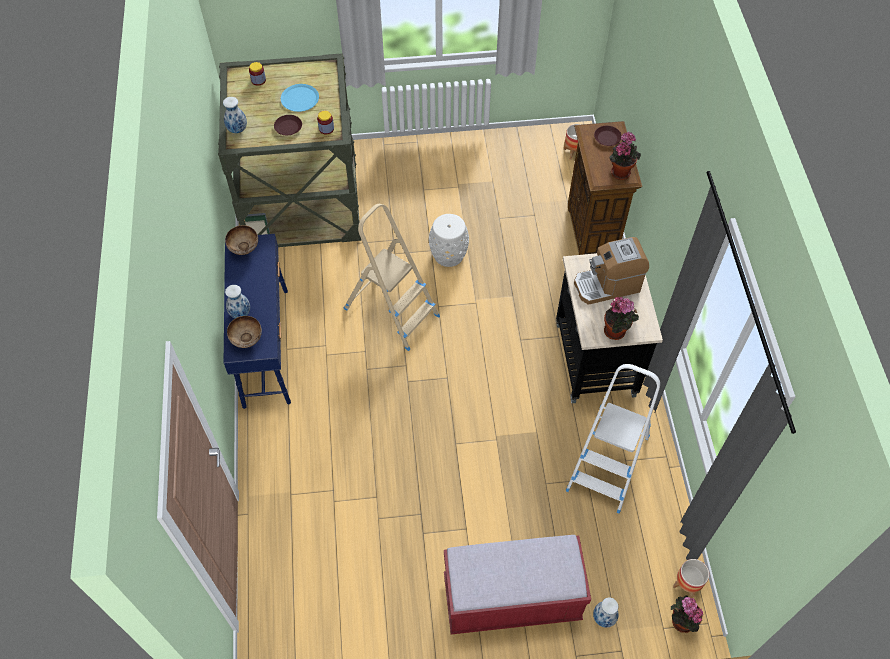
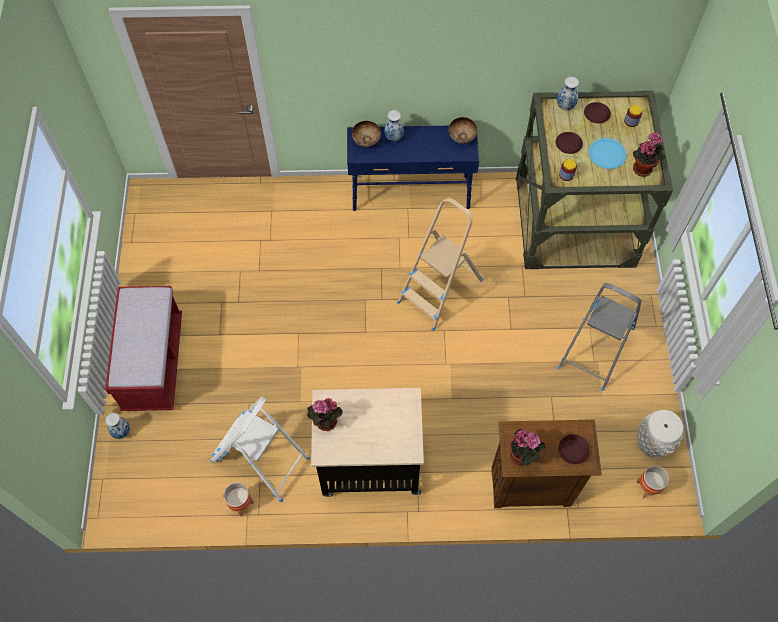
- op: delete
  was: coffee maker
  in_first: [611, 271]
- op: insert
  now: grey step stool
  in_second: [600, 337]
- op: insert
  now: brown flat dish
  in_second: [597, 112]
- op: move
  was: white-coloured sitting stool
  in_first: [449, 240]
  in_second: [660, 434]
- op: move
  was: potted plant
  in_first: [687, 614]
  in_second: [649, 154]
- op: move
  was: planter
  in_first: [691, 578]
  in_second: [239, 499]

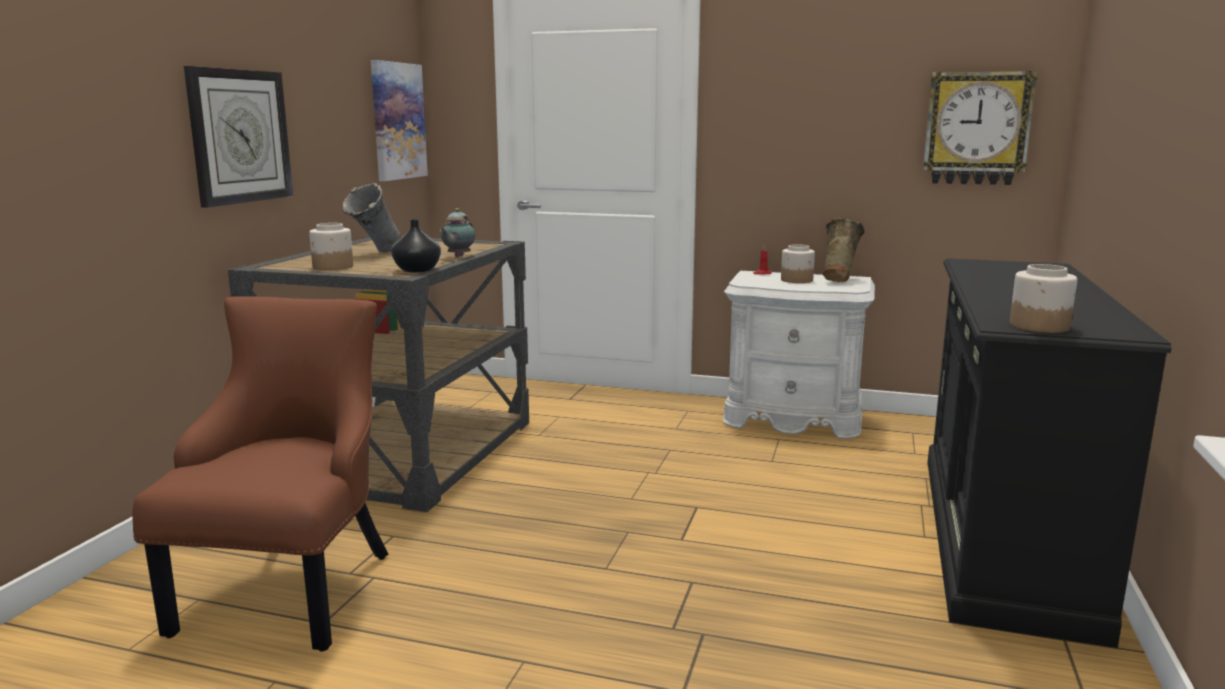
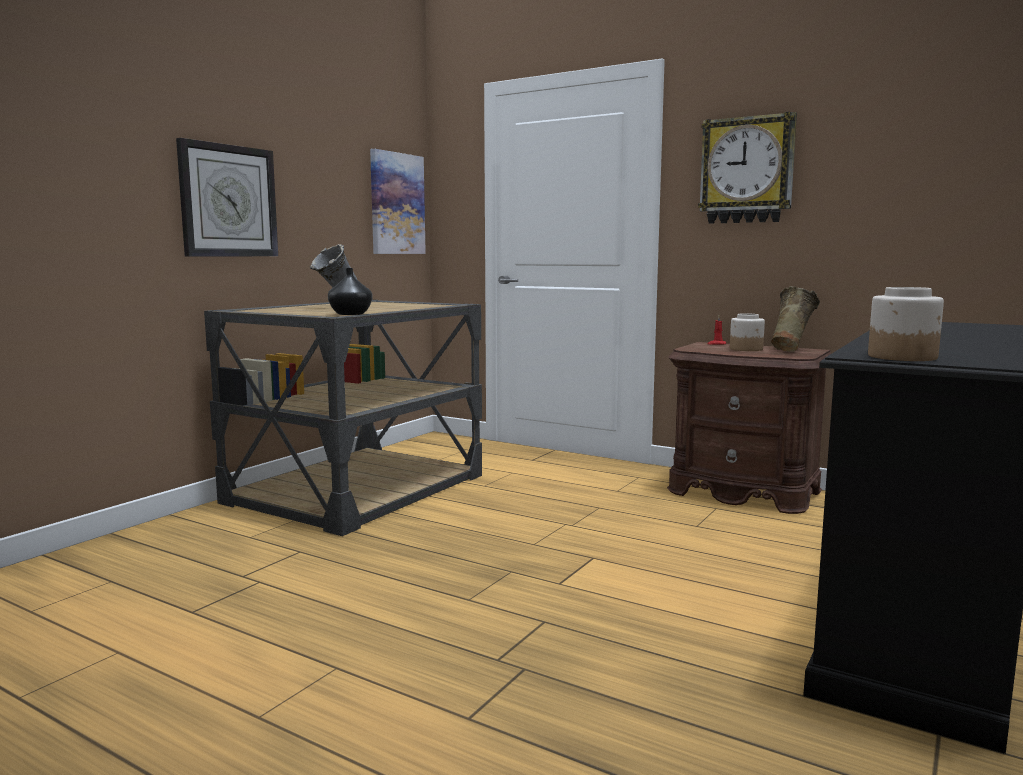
- op: delete
  was: brown chair
  in_first: [260, 474]
- op: delete
  was: preserve jar
  in_first: [331, 246]
- op: delete
  was: pot for tea
  in_first: [457, 232]
- op: move
  was: wall clock
  in_first: [980, 128]
  in_second: [747, 168]
- op: recolor
  was: white-coloured nightstand
  now: brown nightstand
  in_first: [798, 355]
  in_second: [749, 428]

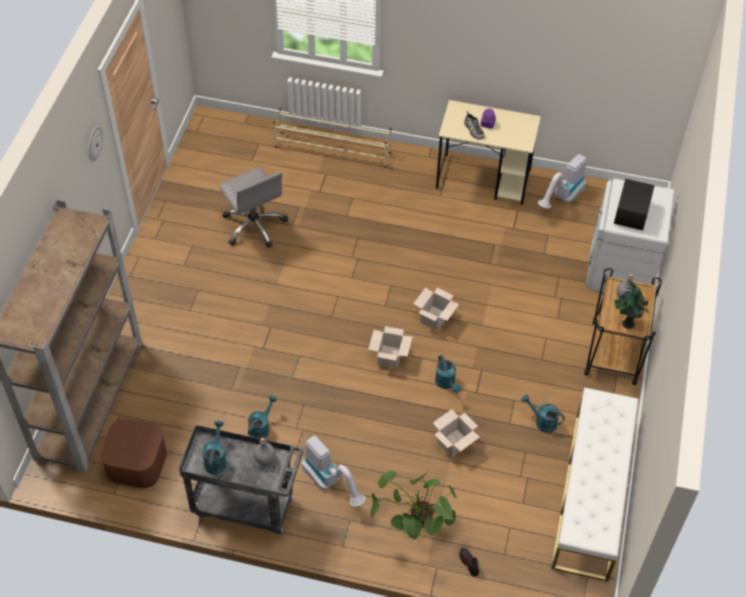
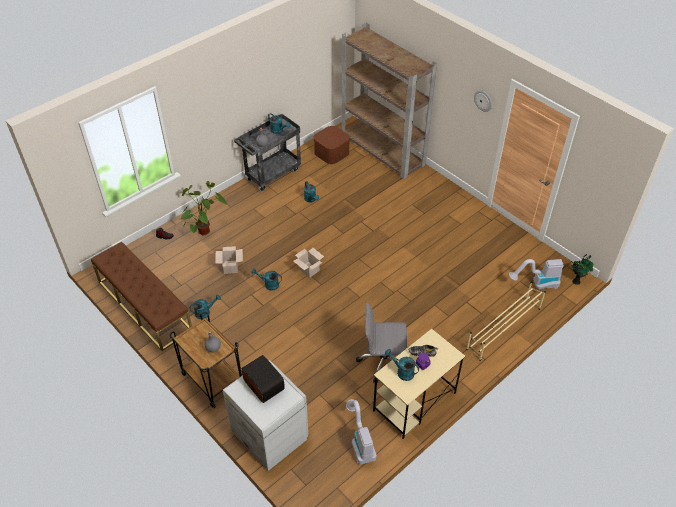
- op: delete
  was: packing box
  in_first: [436, 309]
- op: insert
  now: turquoise watering pot
  in_second: [402, 365]
- op: move
  was: grey office chair
  in_first: [253, 208]
  in_second: [381, 343]
- op: move
  was: vacuum cleaner
  in_first: [333, 471]
  in_second: [536, 274]
- op: move
  was: potted plant
  in_first: [632, 305]
  in_second: [582, 269]
- op: recolor
  was: white-coloured indoor bench
  now: brown indoor bench
  in_first: [594, 485]
  in_second: [141, 296]

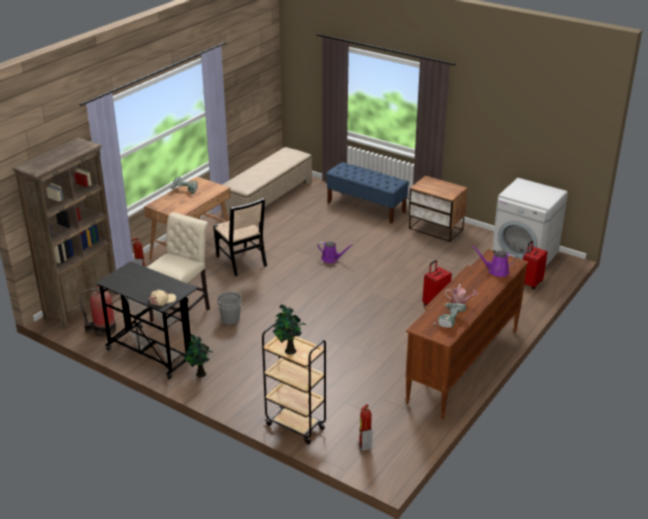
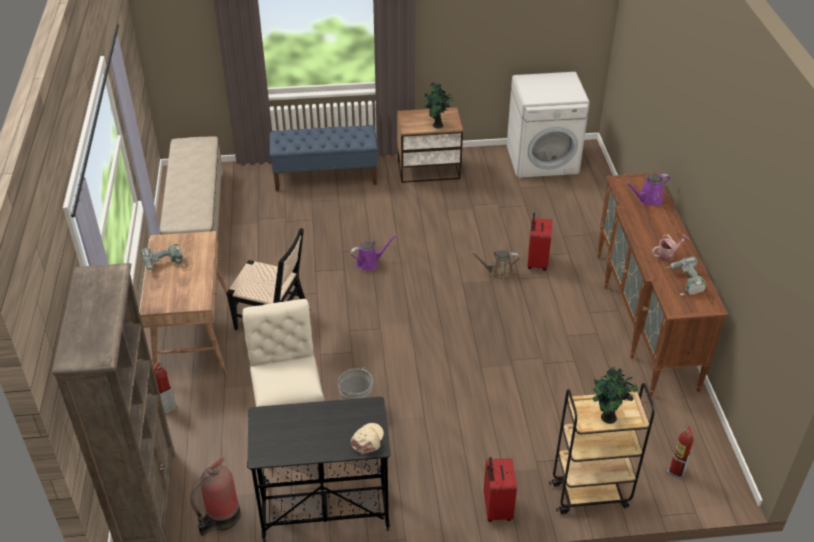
- op: insert
  now: brown watering pot
  in_second: [495, 265]
- op: move
  was: potted plant
  in_first: [198, 356]
  in_second: [438, 105]
- op: move
  was: reddish travel case
  in_first: [535, 264]
  in_second: [500, 489]

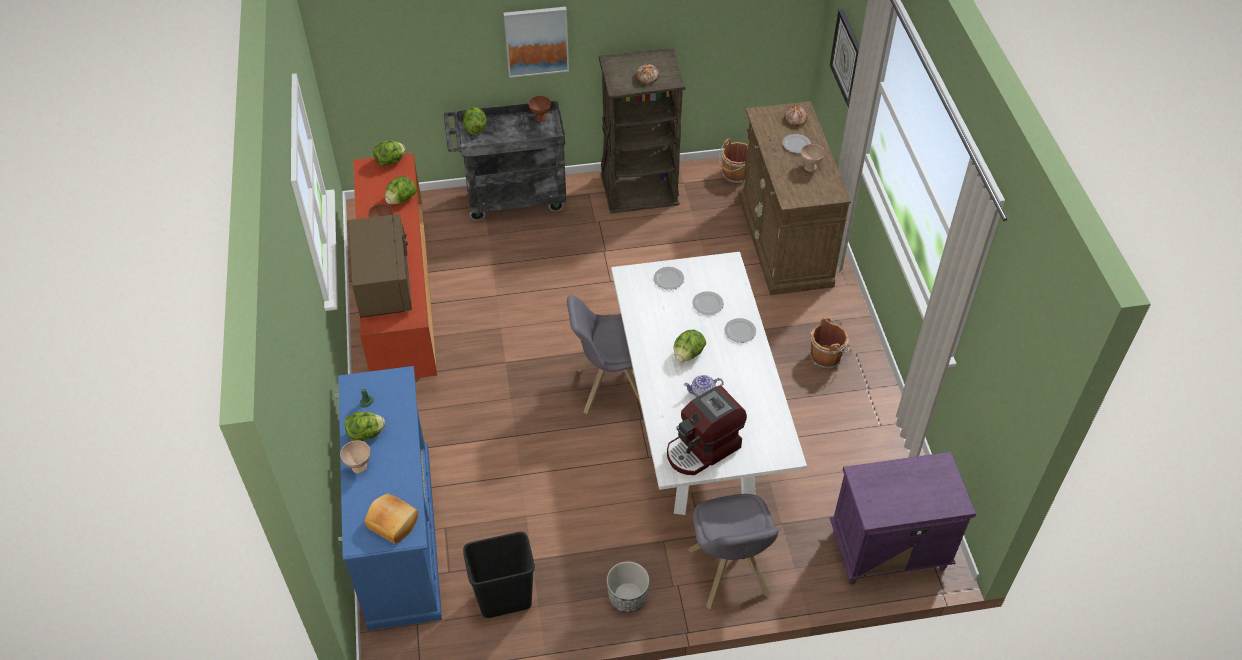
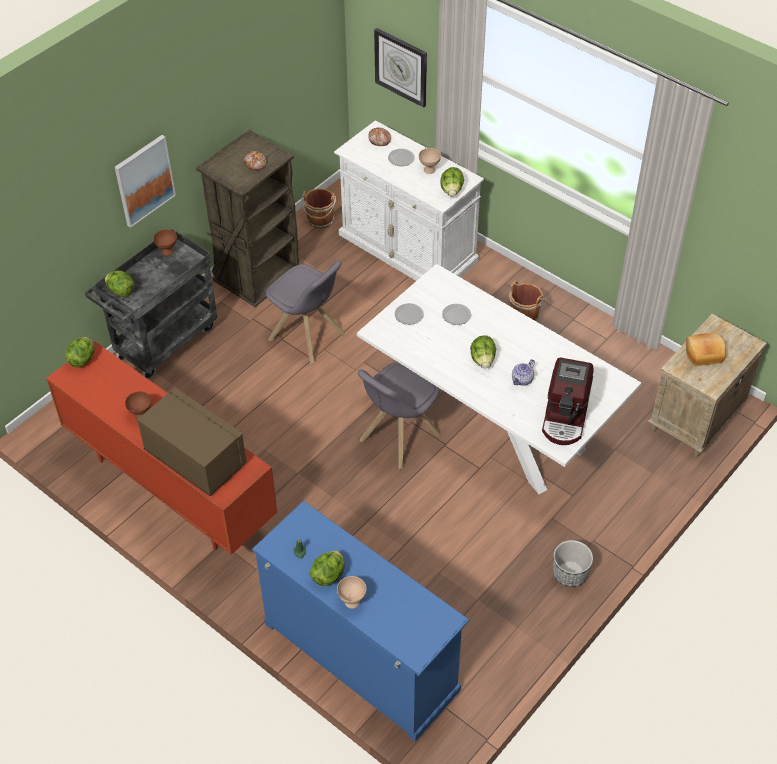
- op: delete
  was: black-coloured trash can
  in_first: [499, 575]
- op: delete
  was: flat dish
  in_first: [740, 330]
- op: move
  was: bread
  in_first: [391, 519]
  in_second: [706, 349]
- op: move
  was: head of lettuce
  in_first: [400, 190]
  in_second: [452, 181]
- op: move
  was: grey chair
  in_first: [733, 551]
  in_second: [305, 312]
- op: recolor
  was: brown chest of drawers
  now: white-coloured chest of drawers
  in_first: [794, 198]
  in_second: [409, 200]
- op: recolor
  was: purplish nightstand
  now: sand-coloured nightstand
  in_first: [902, 518]
  in_second: [707, 386]

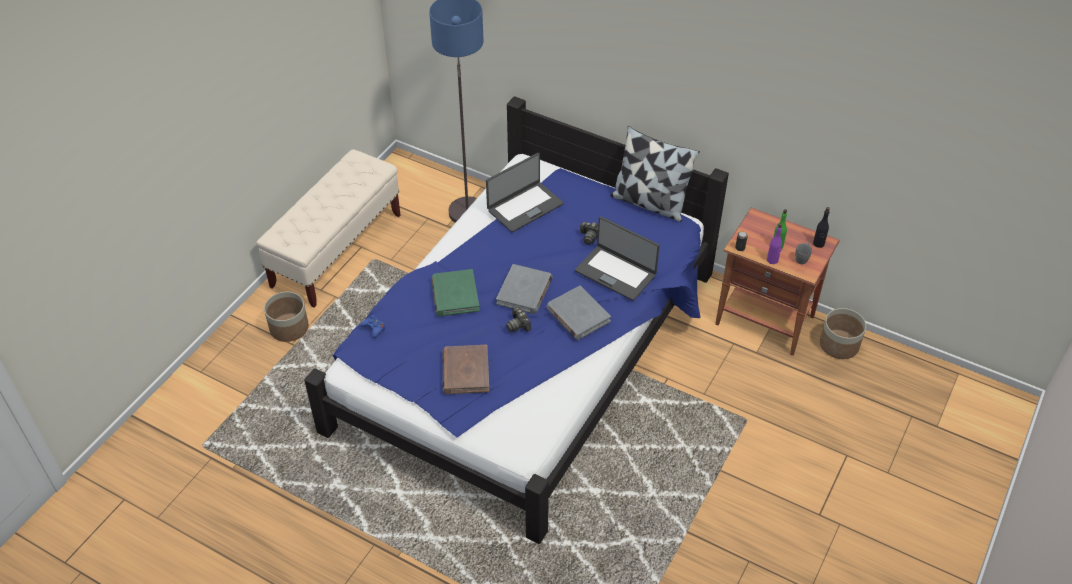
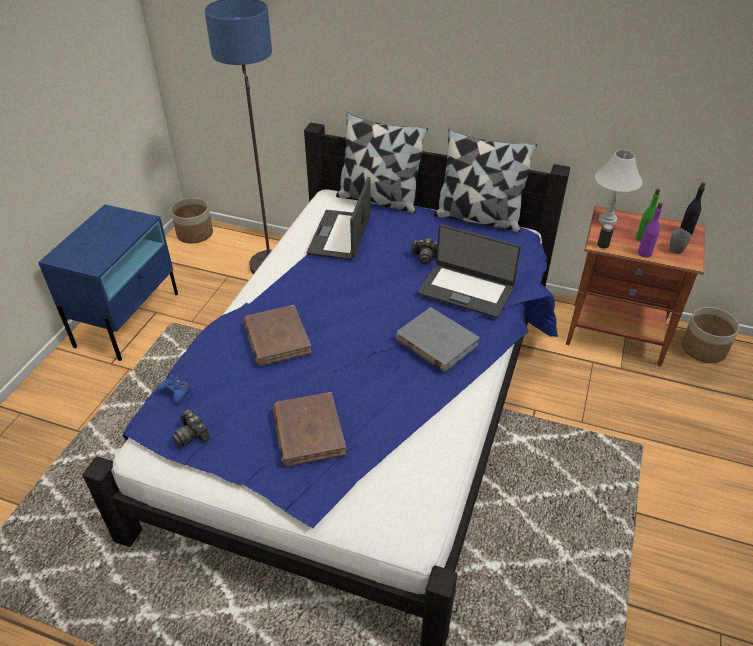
- op: delete
  was: grey book
  in_first: [524, 289]
- op: insert
  now: cushion
  in_second: [382, 162]
- op: insert
  now: white-coloured table lamp
  in_second: [619, 187]
- op: move
  was: planter
  in_first: [286, 317]
  in_second: [192, 220]
- op: move
  was: still camera
  in_first: [518, 319]
  in_second: [191, 428]
- op: replace
  was: sand-coloured indoor bench
  now: blue-coloured nightstand
  in_first: [328, 228]
  in_second: [108, 282]
- op: recolor
  was: green-coloured book
  now: brown book
  in_first: [455, 292]
  in_second: [277, 335]
- op: rotate
  was: laptop
  in_first: [525, 192]
  in_second: [339, 218]
  clockwise: 150

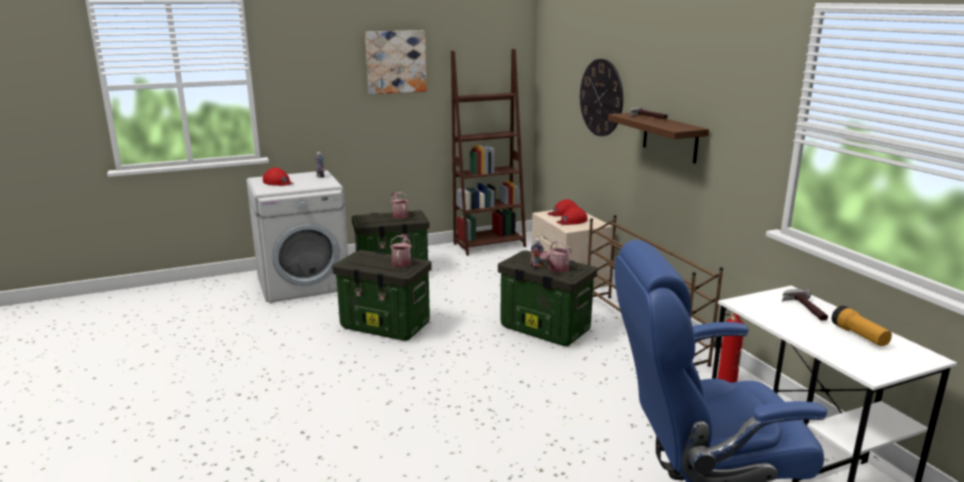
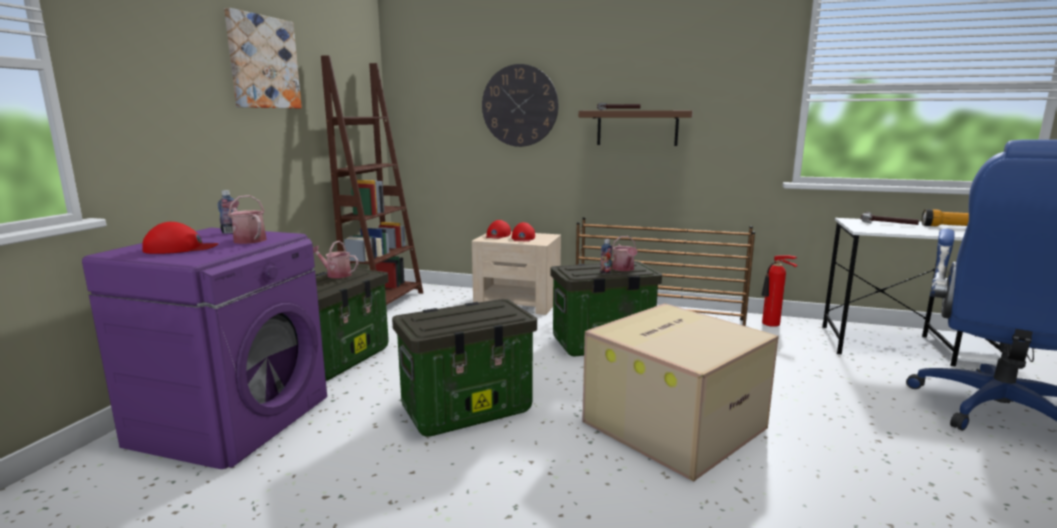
- op: insert
  now: packing box
  in_second: [680, 392]
- op: move
  was: watering pot
  in_first: [401, 250]
  in_second: [246, 219]
- op: recolor
  was: white-coloured laundry appliance
  now: purplish laundry appliance
  in_first: [297, 236]
  in_second: [204, 348]

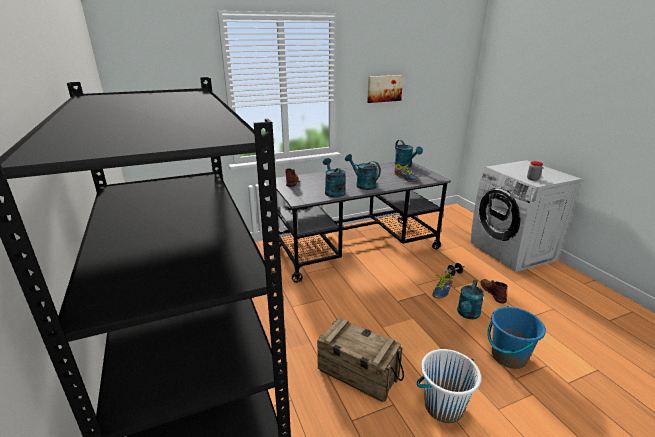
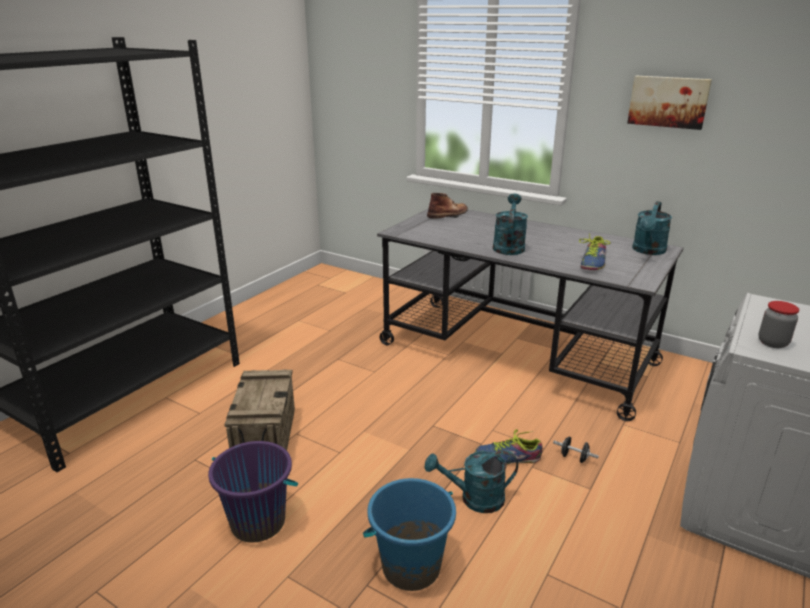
- op: delete
  was: turquoise watering pot
  in_first: [334, 178]
- op: delete
  was: brown tall boot
  in_first: [493, 291]
- op: recolor
  was: white-coloured water bucket
  now: purplish water bucket
  in_first: [449, 386]
  in_second: [253, 492]

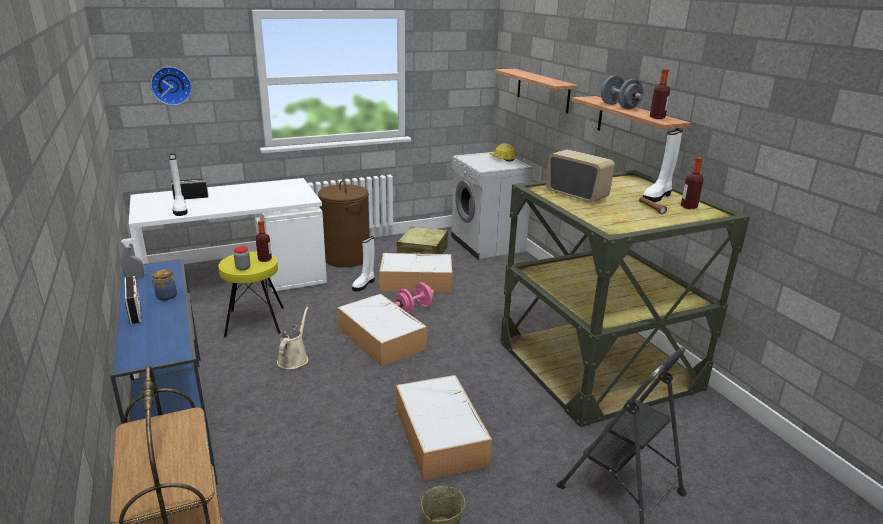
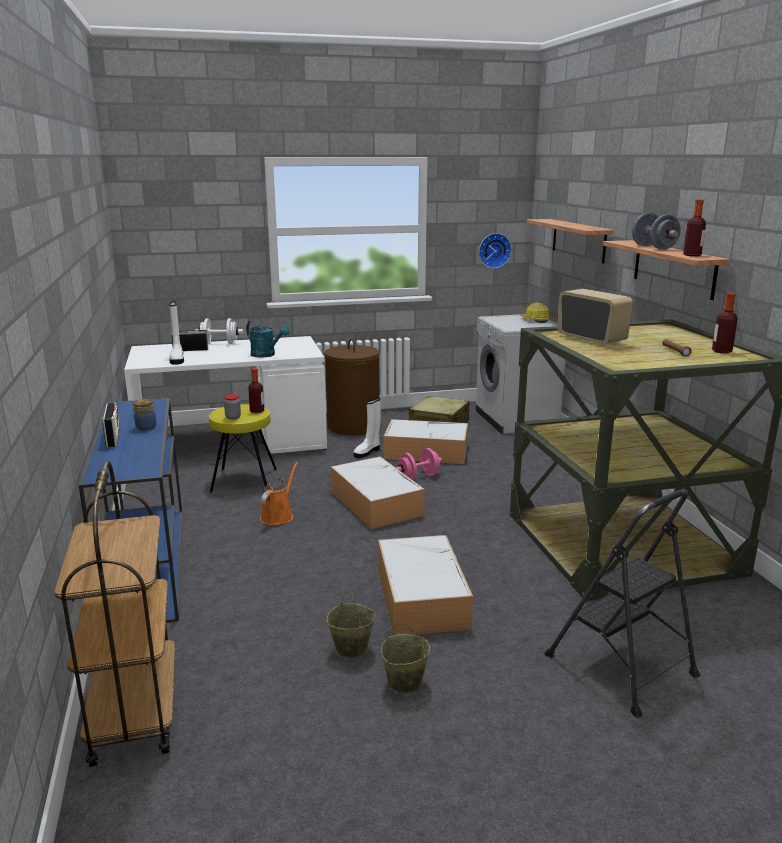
- op: delete
  was: grey spray bottle
  in_first: [132, 258]
- op: delete
  was: white-coloured tall boot
  in_first: [663, 166]
- op: insert
  now: white-coloured free weight
  in_second: [219, 331]
- op: insert
  now: turquoise watering pot
  in_second: [268, 339]
- op: insert
  now: sand-coloured water bucket
  in_second: [351, 625]
- op: move
  was: wall clock
  in_first: [171, 86]
  in_second: [495, 251]
- op: recolor
  was: sand-coloured watering pot
  now: orange watering pot
  in_first: [292, 338]
  in_second: [279, 493]

